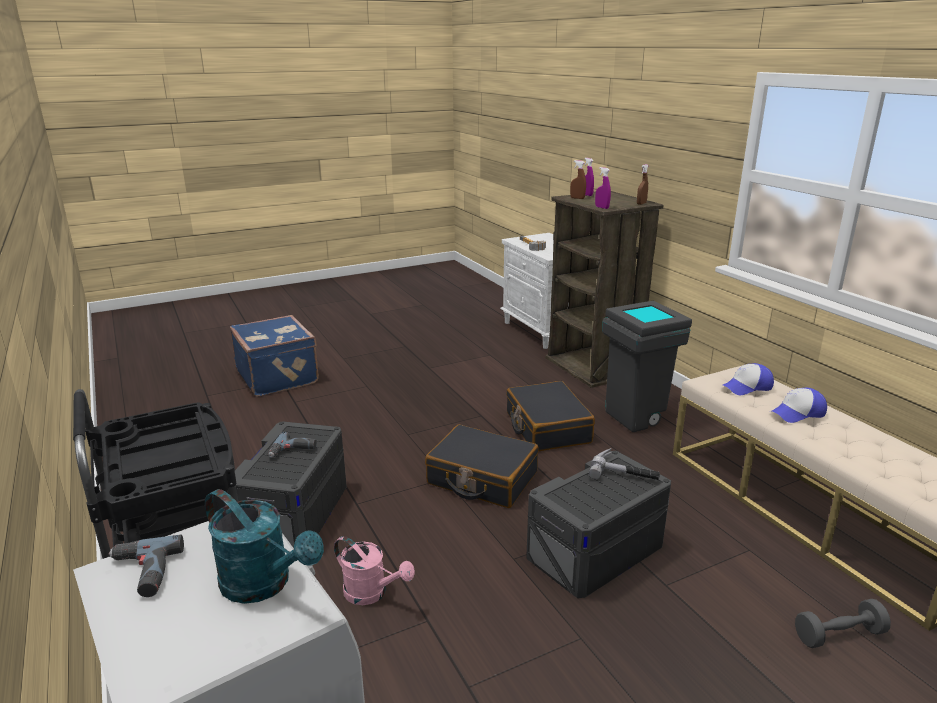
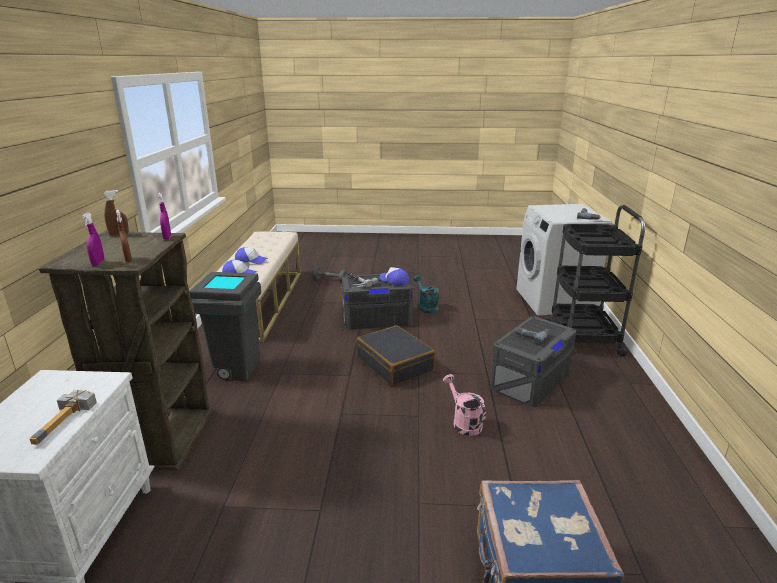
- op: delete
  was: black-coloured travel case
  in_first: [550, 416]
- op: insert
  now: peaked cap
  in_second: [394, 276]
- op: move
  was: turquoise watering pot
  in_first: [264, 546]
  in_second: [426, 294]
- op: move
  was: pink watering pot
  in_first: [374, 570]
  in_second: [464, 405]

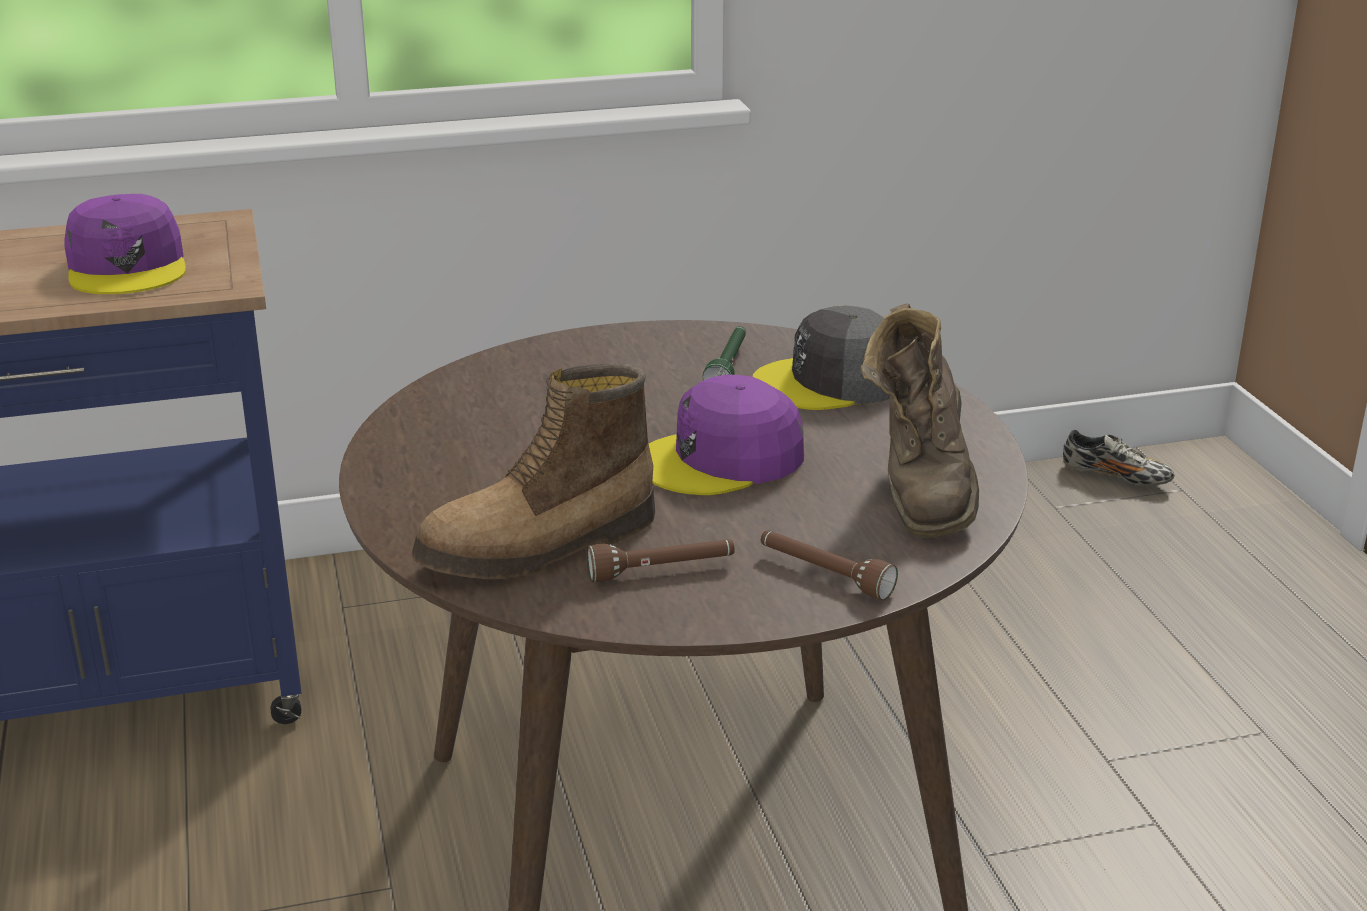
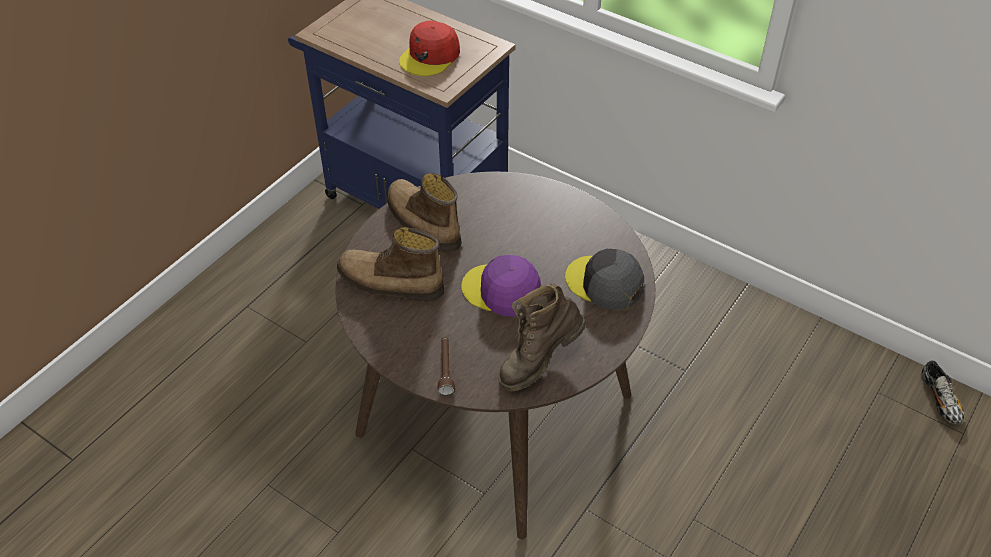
- op: delete
  was: brown torch
  in_first: [660, 560]
- op: delete
  was: green-coloured torch
  in_first: [724, 353]
- op: insert
  now: tall boot
  in_second: [424, 213]
- op: recolor
  was: purplish peaked cap
  now: reddish peaked cap
  in_first: [125, 244]
  in_second: [429, 48]

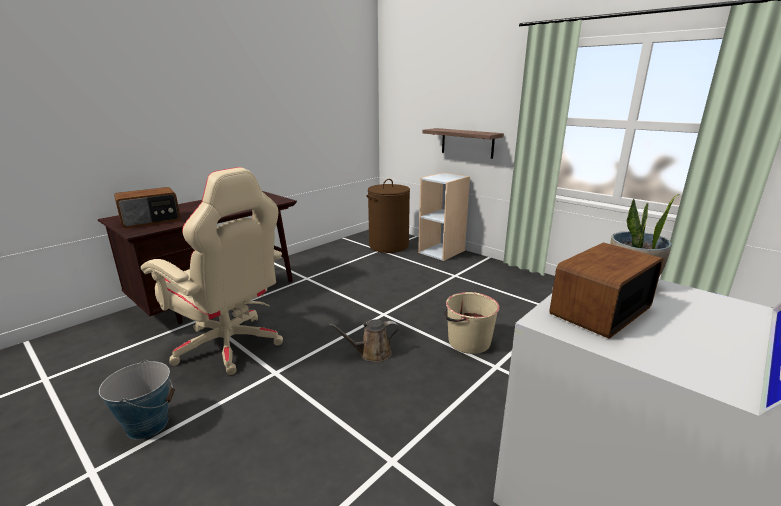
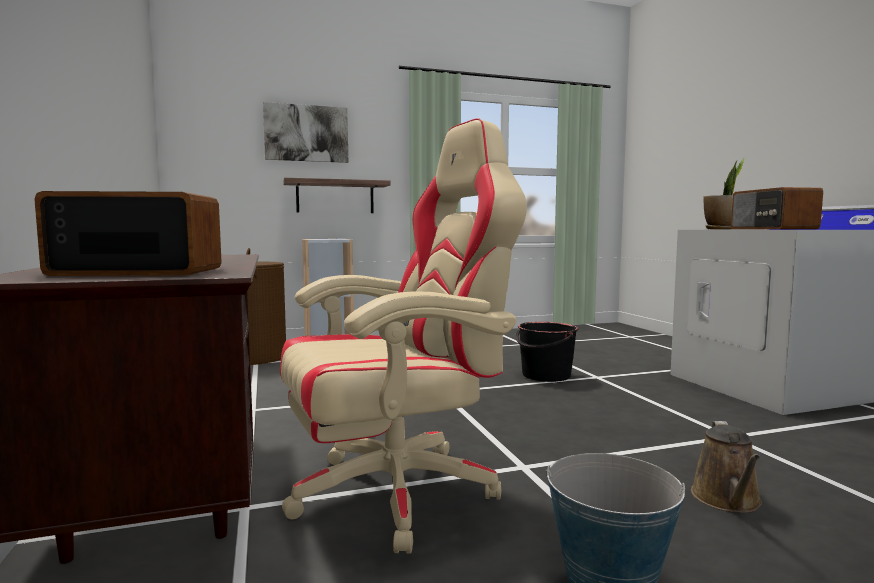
- op: insert
  now: picture
  in_second: [305, 132]
- op: move
  was: brown watering pot
  in_first: [364, 340]
  in_second: [726, 467]
- op: recolor
  was: sand-coloured water bucket
  now: black-coloured water bucket
  in_first: [472, 323]
  in_second: [547, 352]
- op: rotate
  was: radio
  in_first: [147, 207]
  in_second: [128, 233]
  clockwise: -90

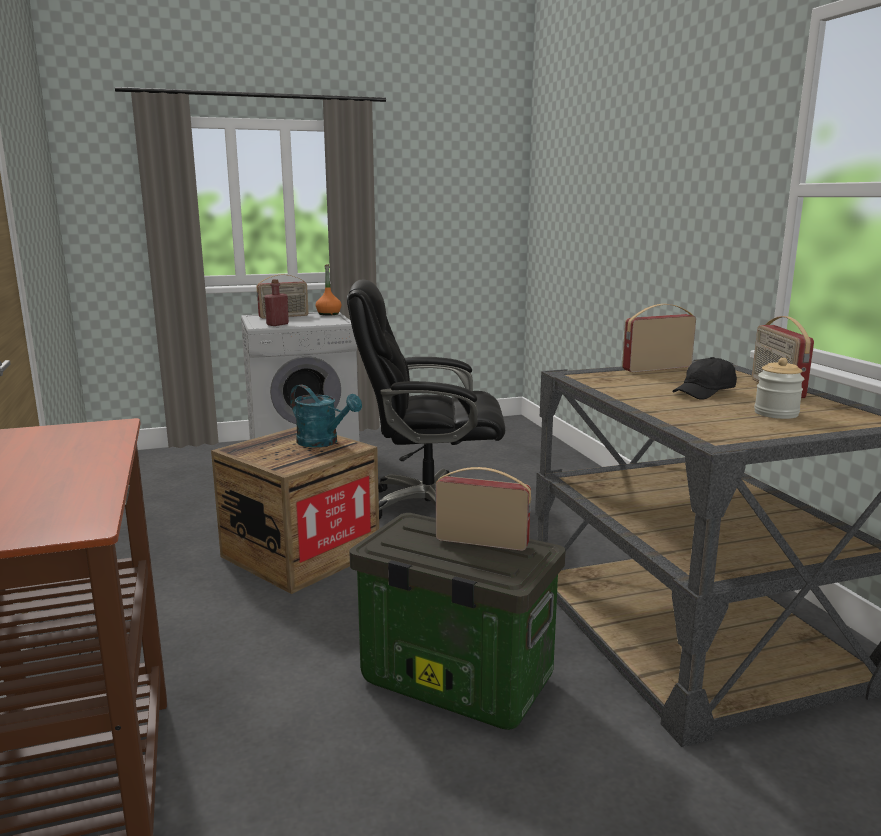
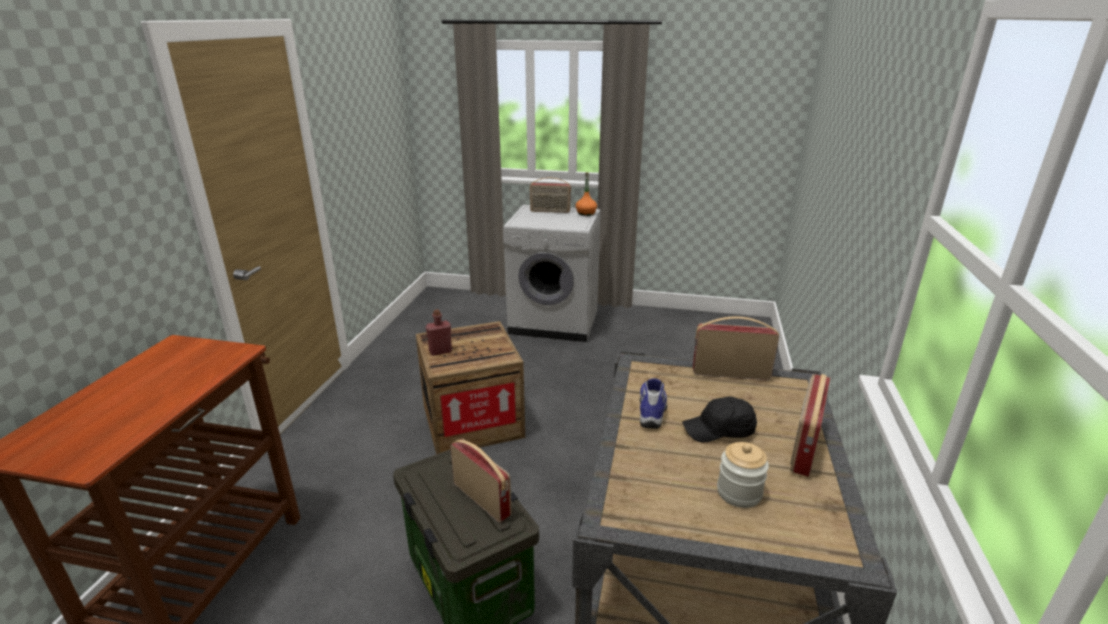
- op: delete
  was: turquoise watering pot
  in_first: [326, 416]
- op: delete
  was: black-coloured office chair
  in_first: [426, 400]
- op: insert
  now: low shoe
  in_second: [654, 403]
- op: move
  was: reddish drink bottle
  in_first: [276, 302]
  in_second: [439, 332]

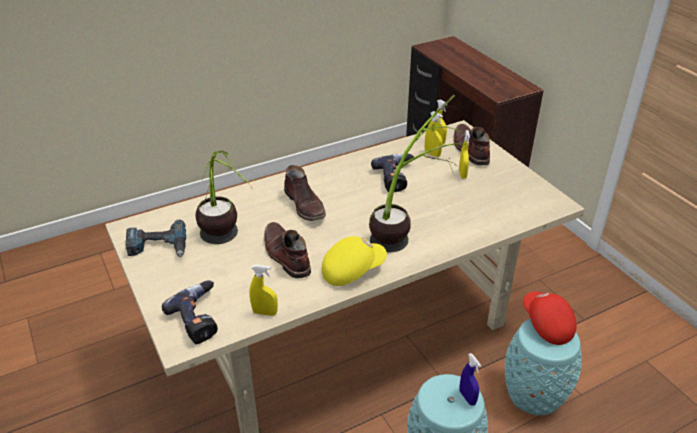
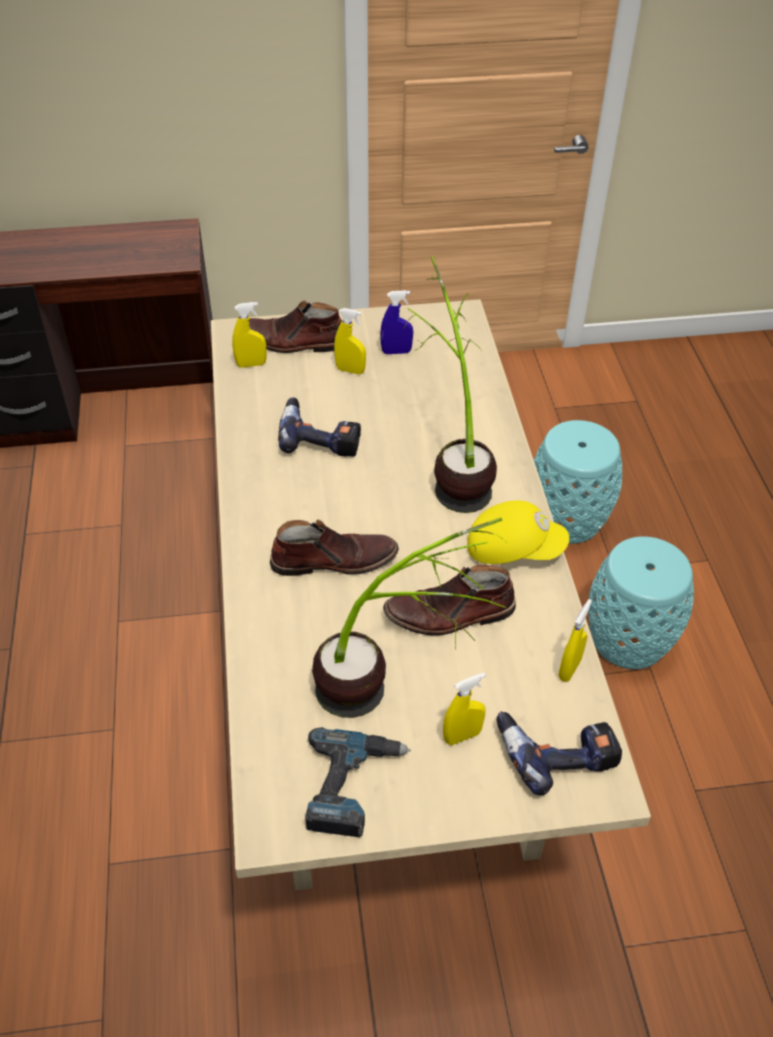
- op: delete
  was: reddish peaked cap
  in_first: [550, 318]
- op: move
  was: yellowish spray bottle
  in_first: [434, 134]
  in_second: [464, 709]
- op: move
  was: blue-coloured spray bottle
  in_first: [470, 379]
  in_second: [396, 322]
- op: rotate
  was: yellowish peaked cap
  in_first: [354, 261]
  in_second: [518, 532]
  clockwise: 105

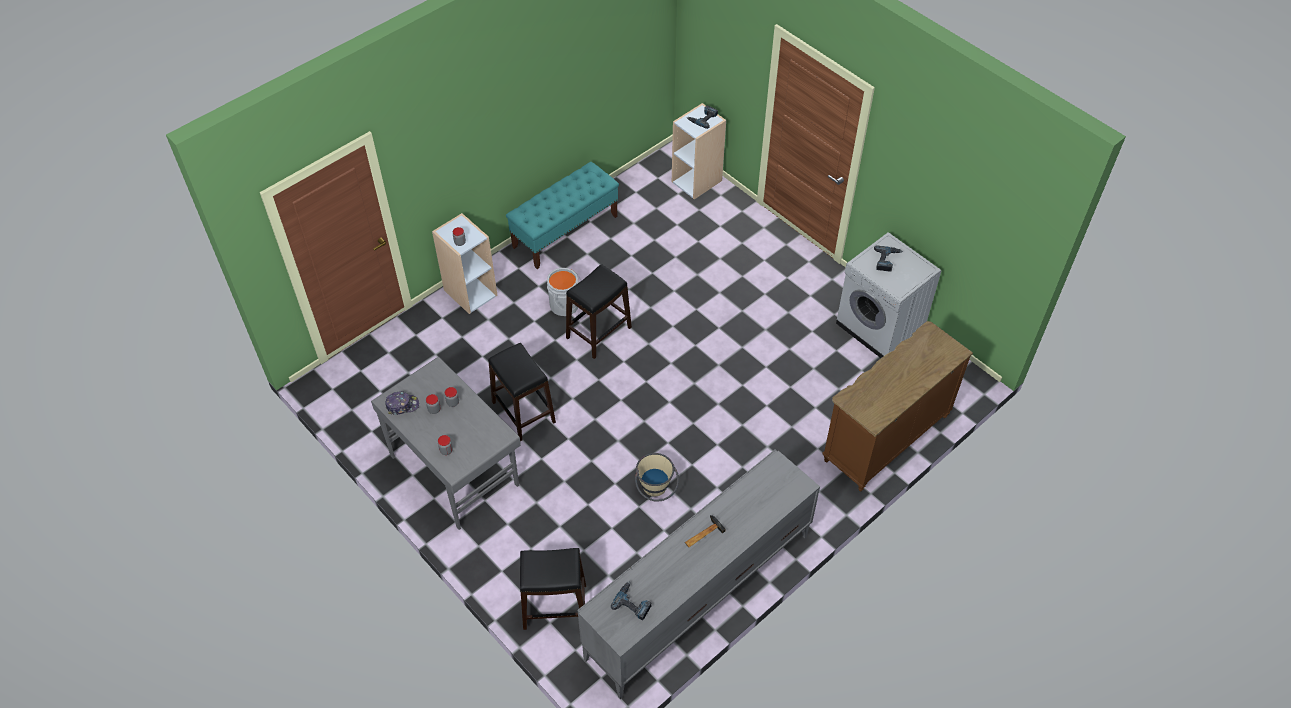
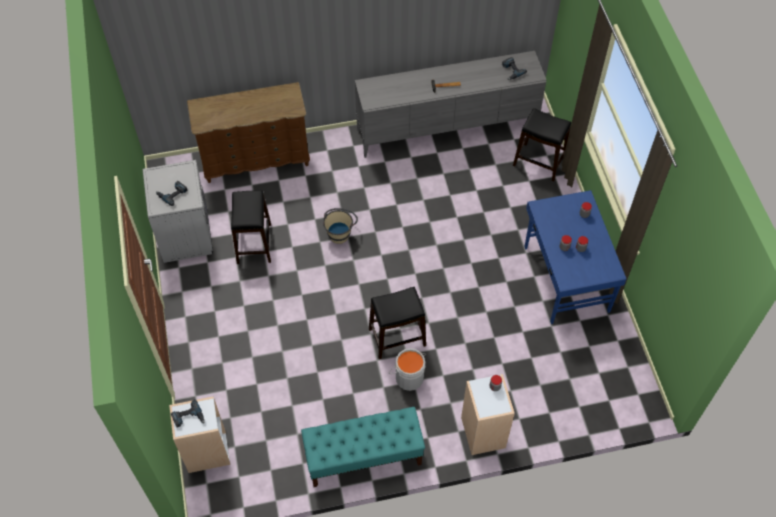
- op: delete
  was: peaked cap
  in_first: [402, 403]
- op: move
  was: black-coloured sitting stool
  in_first: [522, 392]
  in_second: [251, 227]
- op: move
  was: sand-coloured water bucket
  in_first: [657, 477]
  in_second: [340, 226]
- op: recolor
  was: grey desk table
  now: blue-coloured desk table
  in_first: [446, 443]
  in_second: [575, 257]

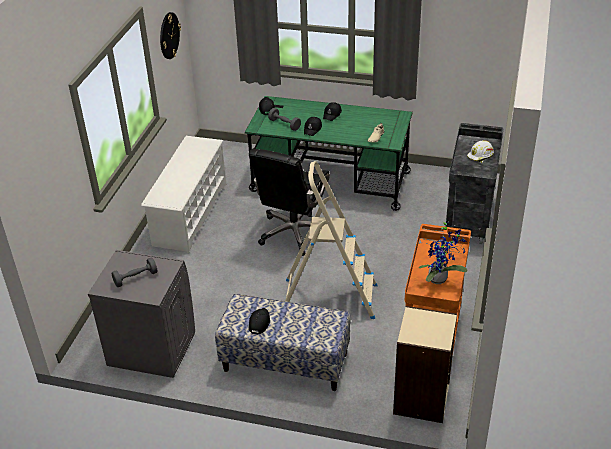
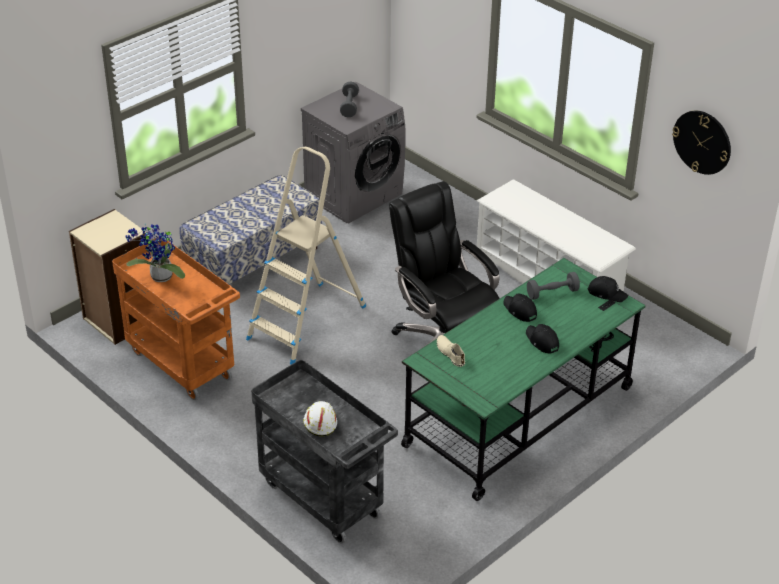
- op: delete
  was: black-coloured peaked cap
  in_first: [259, 321]

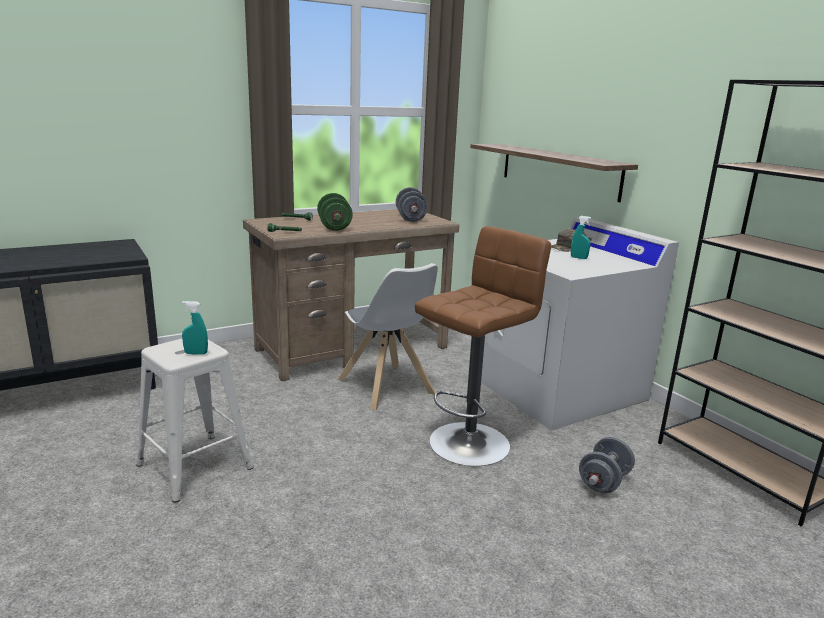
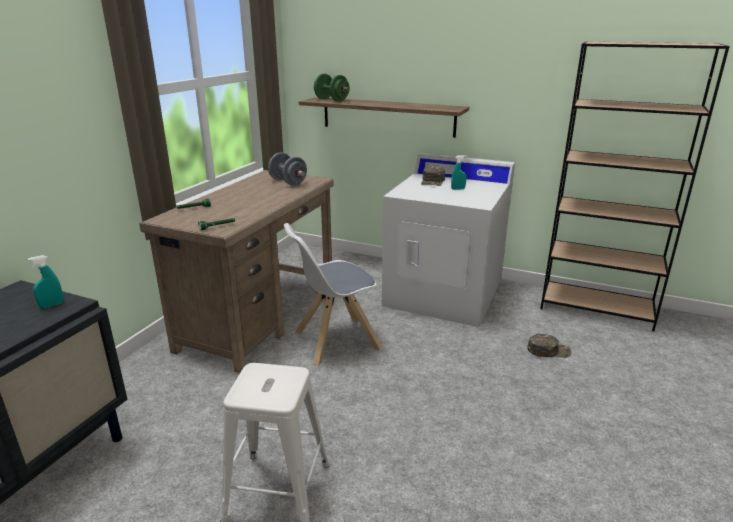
- op: delete
  was: brown sitting stool
  in_first: [483, 346]
- op: move
  was: turquoise spray bottle
  in_first: [195, 327]
  in_second: [45, 281]
- op: move
  was: green-coloured free weight
  in_first: [335, 212]
  in_second: [332, 88]
- op: replace
  was: grey free weight
  now: green-coloured peaked cap
  in_first: [607, 465]
  in_second: [549, 346]
- op: rotate
  was: chair
  in_first: [388, 336]
  in_second: [333, 294]
  clockwise: 135

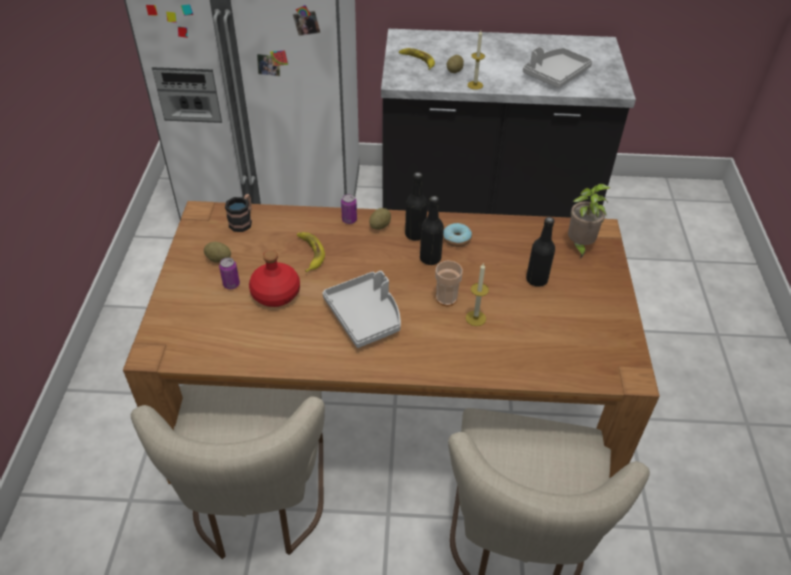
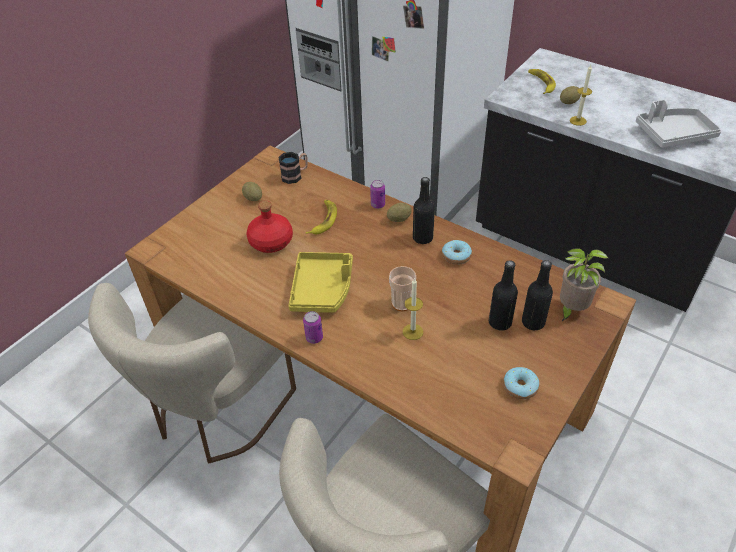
- op: insert
  now: ring doughnut
  in_second: [521, 383]
- op: move
  was: metal can
  in_first: [229, 273]
  in_second: [313, 327]
- op: move
  was: black-coloured drink bottle
  in_first: [432, 230]
  in_second: [537, 295]
- op: recolor
  was: grey tray
  now: yellowish tray
  in_first: [362, 309]
  in_second: [320, 282]

